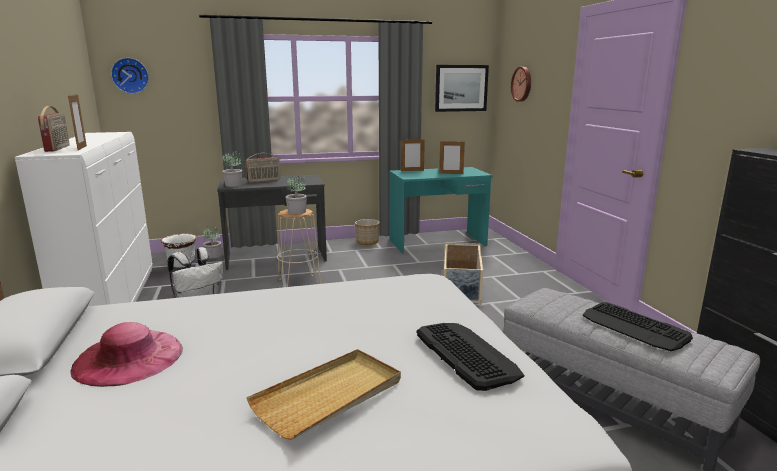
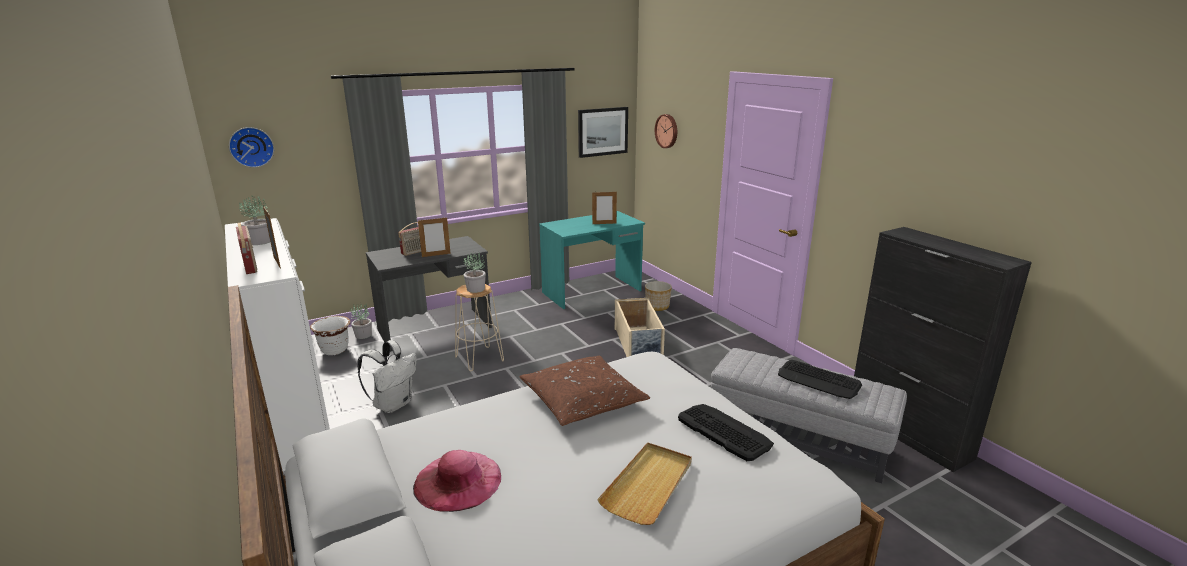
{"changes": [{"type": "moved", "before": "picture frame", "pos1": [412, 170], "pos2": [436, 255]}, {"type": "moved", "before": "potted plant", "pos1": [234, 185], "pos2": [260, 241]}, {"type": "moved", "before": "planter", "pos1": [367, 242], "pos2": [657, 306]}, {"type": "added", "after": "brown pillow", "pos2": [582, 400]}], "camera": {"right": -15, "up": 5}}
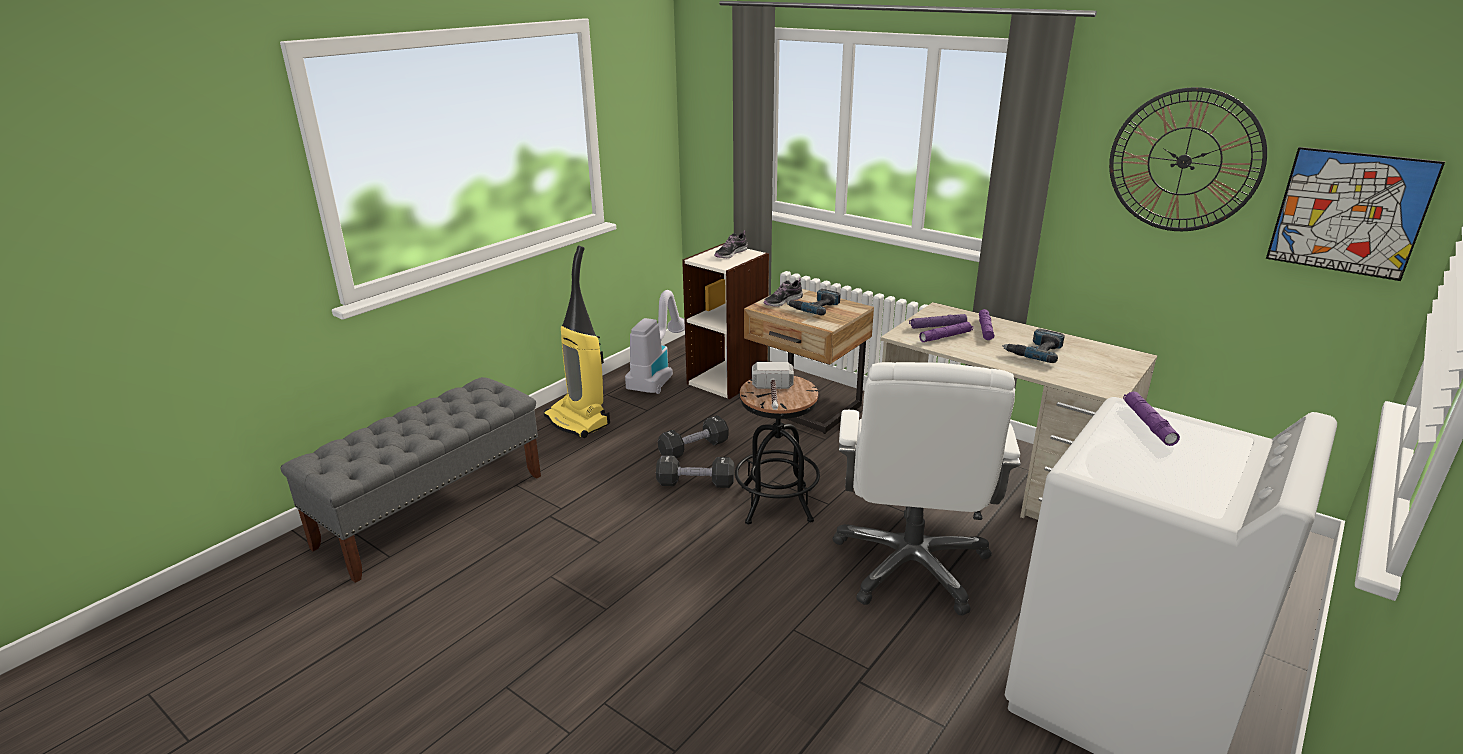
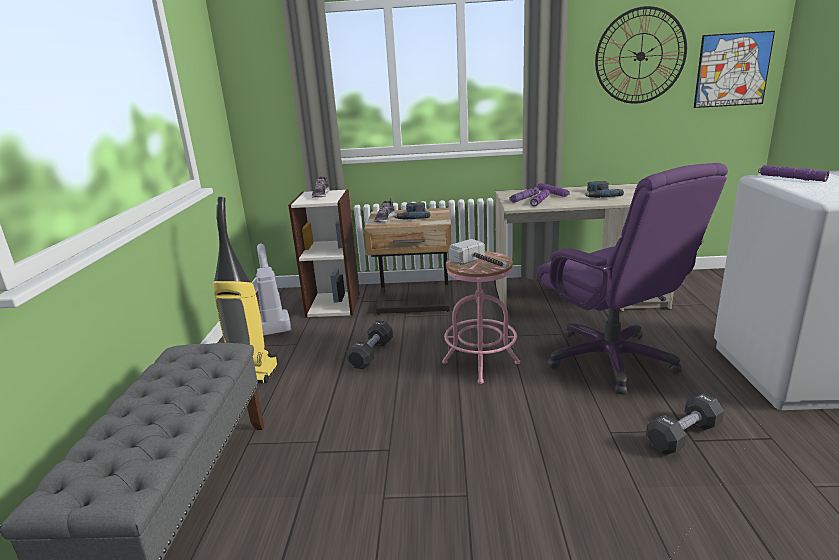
{"changes": [{"type": "recoloured", "before": "white office chair", "after": "purple office chair", "pos1": [911, 565], "pos2": [611, 360]}, {"type": "recoloured", "before": "black stool", "after": "pink stool", "pos1": [776, 504], "pos2": [481, 363]}, {"type": "moved", "before": "black dumbbell", "pos1": [695, 483], "pos2": [683, 436]}], "camera": {"right": -35, "up": -5}}
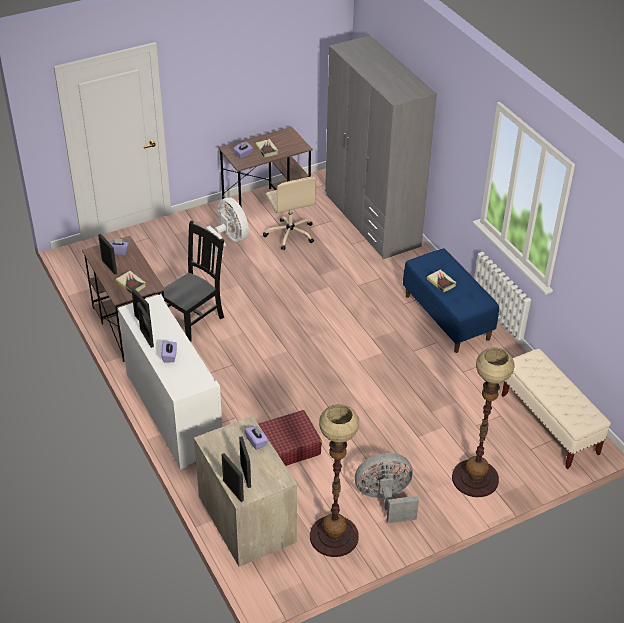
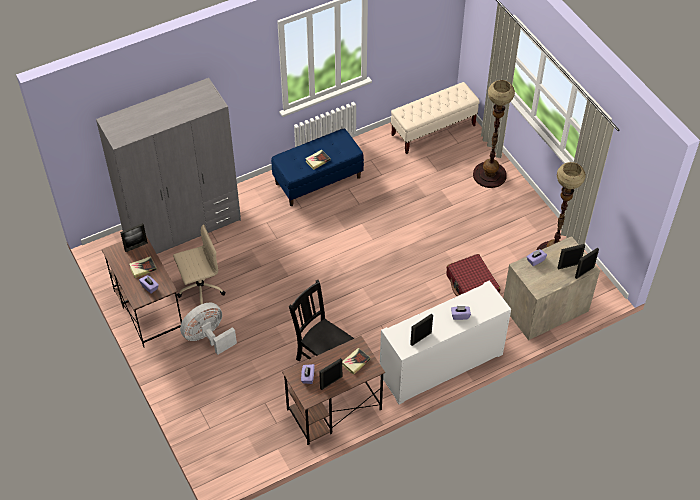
{"changes": [{"type": "moved", "before": "picture frame", "pos1": [147, 338], "pos2": [136, 247]}, {"type": "removed", "before": "grey fan", "pos1": [386, 500]}], "camera": {"right": -90, "up": 10}}
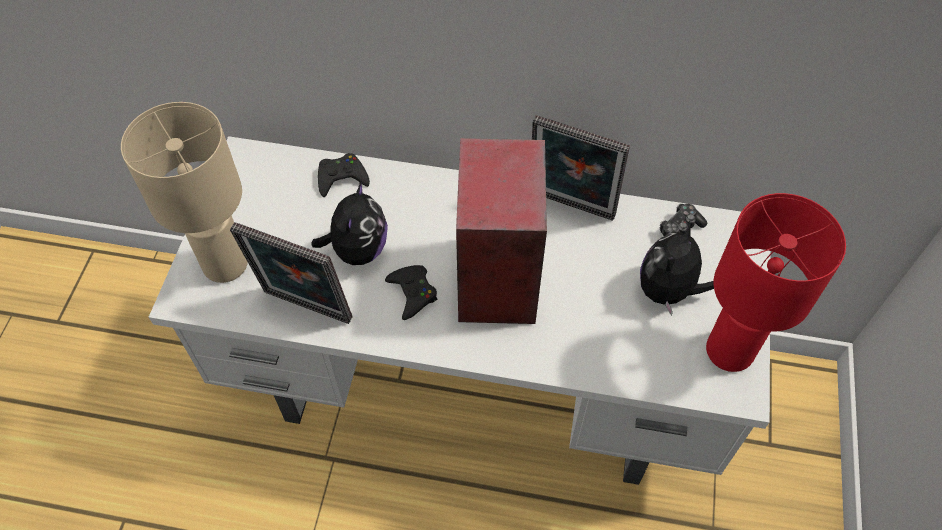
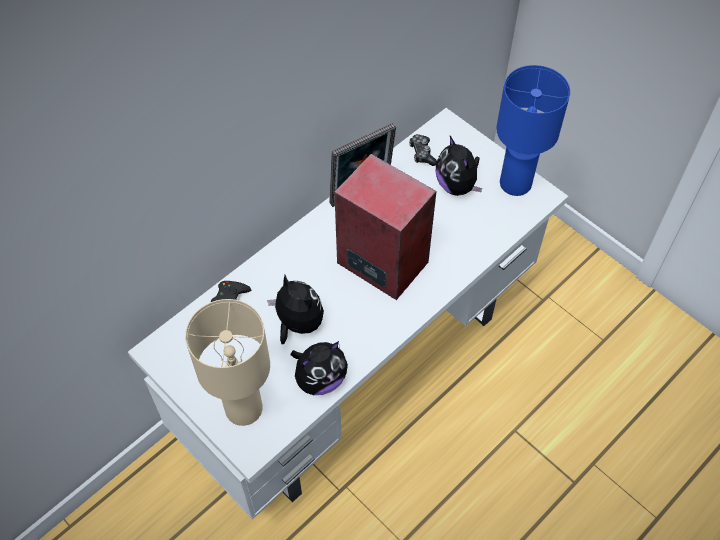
{"changes": [{"type": "recoloured", "before": "red table lamp", "after": "blue table lamp", "pos1": [729, 352], "pos2": [516, 184]}, {"type": "replaced", "before": "picture frame", "after": "plush toy", "pos1": [305, 309], "pos2": [320, 379]}, {"type": "removed", "before": "black game controller", "pos1": [412, 293]}], "camera": {"right": -55, "up": 0}}
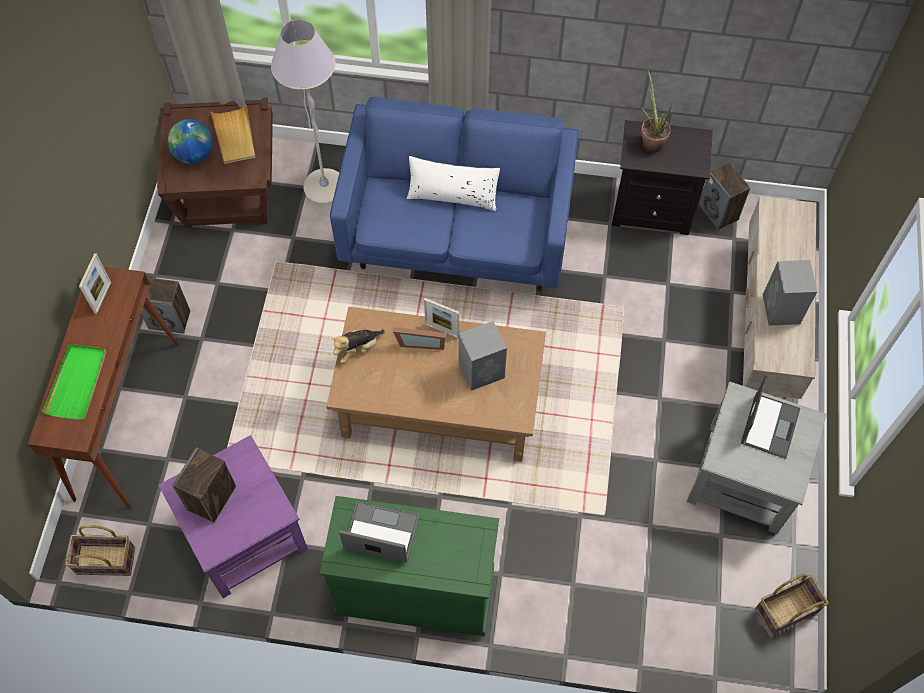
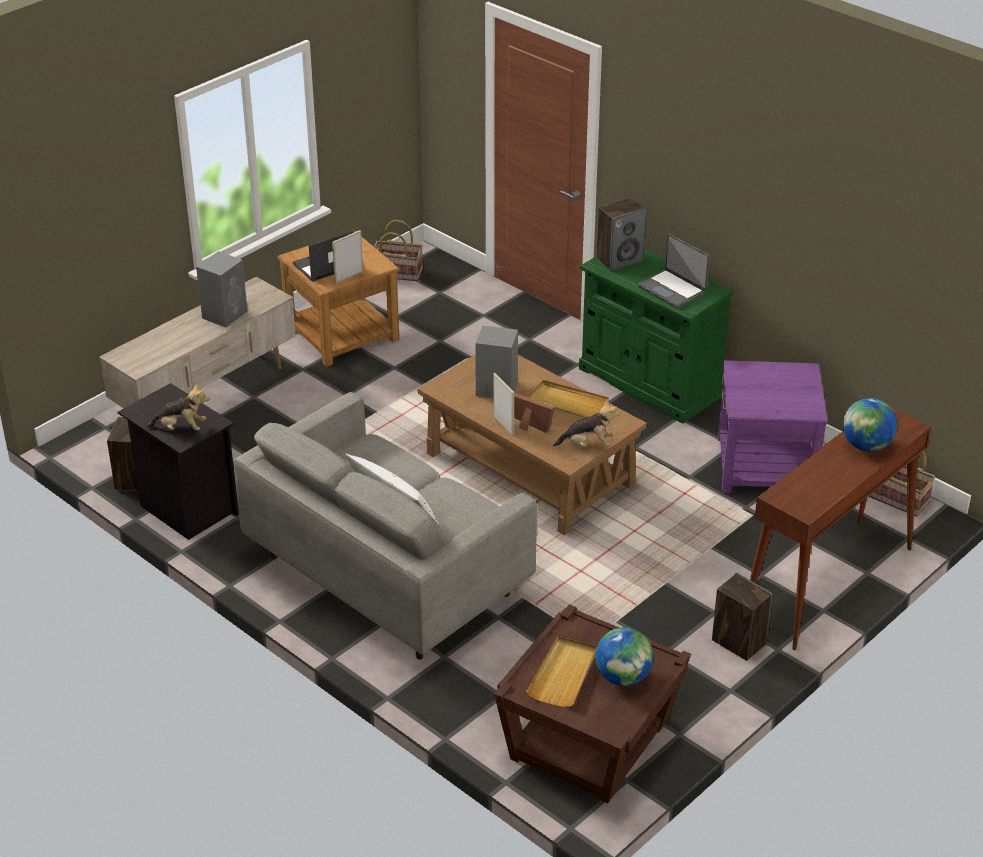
{"changes": [{"type": "removed", "before": "grey floor lamp", "pos1": [325, 187]}, {"type": "replaced", "before": "potted plant", "after": "plush toy", "pos1": [650, 141], "pos2": [181, 428]}, {"type": "recoloured", "before": "blue sofa", "after": "grey sofa", "pos1": [457, 235], "pos2": [388, 576]}, {"type": "moved", "before": "picture frame", "pos1": [103, 297], "pos2": [349, 277]}, {"type": "replaced", "before": "green tray", "after": "globe", "pos1": [77, 382], "pos2": [866, 446]}, {"type": "recoloured", "before": "grey side table", "after": "brown side table", "pos1": [744, 477], "pos2": [341, 333]}, {"type": "moved", "before": "speaker", "pos1": [212, 498], "pos2": [619, 260]}, {"type": "added", "after": "beige tray", "pos2": [567, 403]}], "camera": {"right": -145, "up": -25}}
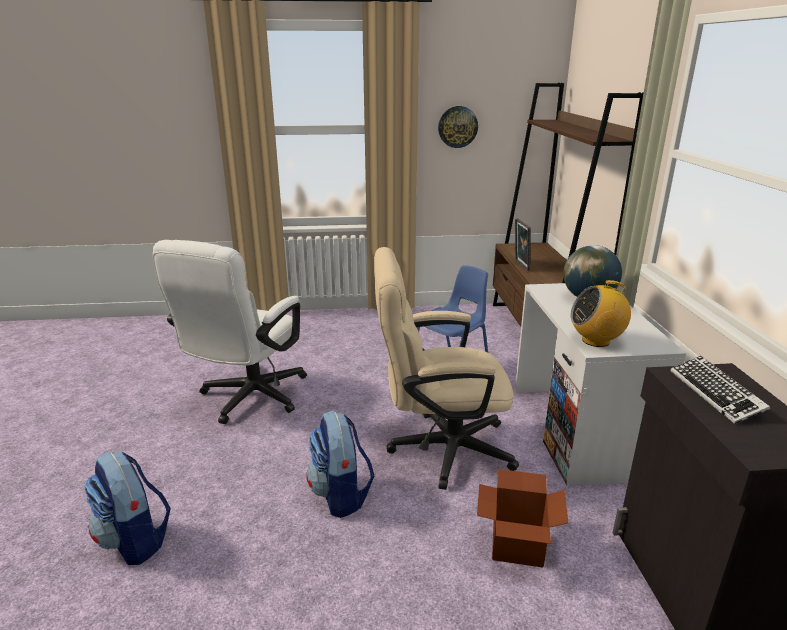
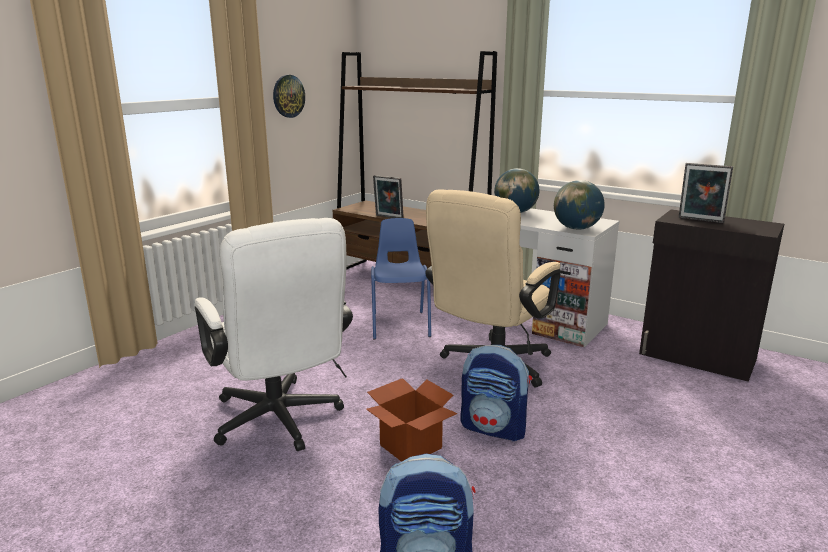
{"changes": [{"type": "replaced", "before": "radio", "after": "globe", "pos1": [596, 340], "pos2": [576, 228]}, {"type": "replaced", "before": "keyboard", "after": "picture frame", "pos1": [715, 394], "pos2": [700, 220]}, {"type": "moved", "before": "cardboard box", "pos1": [517, 545], "pos2": [410, 446]}], "camera": {"right": -50, "up": -5}}
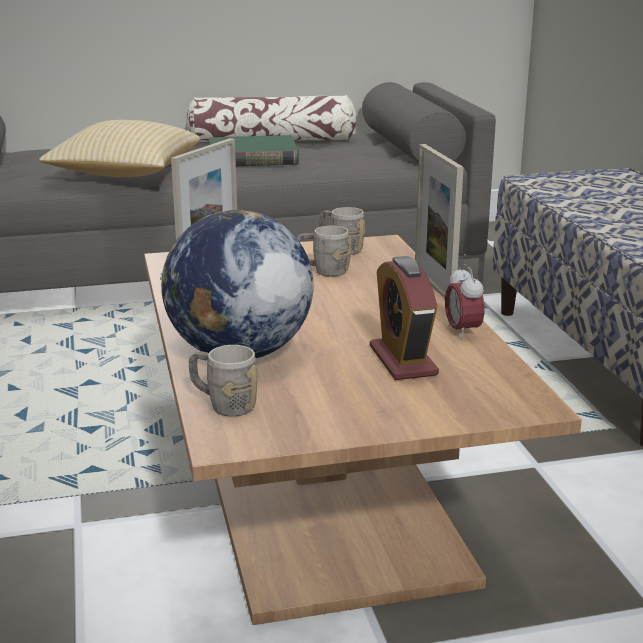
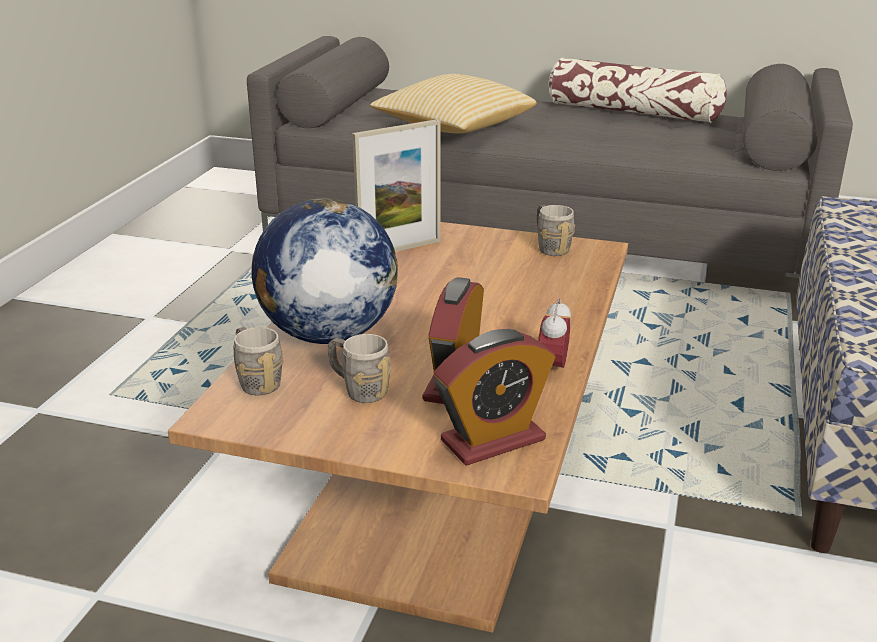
{"changes": [{"type": "removed", "before": "green book", "pos1": [253, 157]}, {"type": "removed", "before": "picture frame", "pos1": [434, 285]}, {"type": "moved", "before": "grey mug", "pos1": [323, 271], "pos2": [359, 390]}, {"type": "added", "after": "alarm clock", "pos2": [493, 440]}], "camera": {"right": 30, "up": 5}}
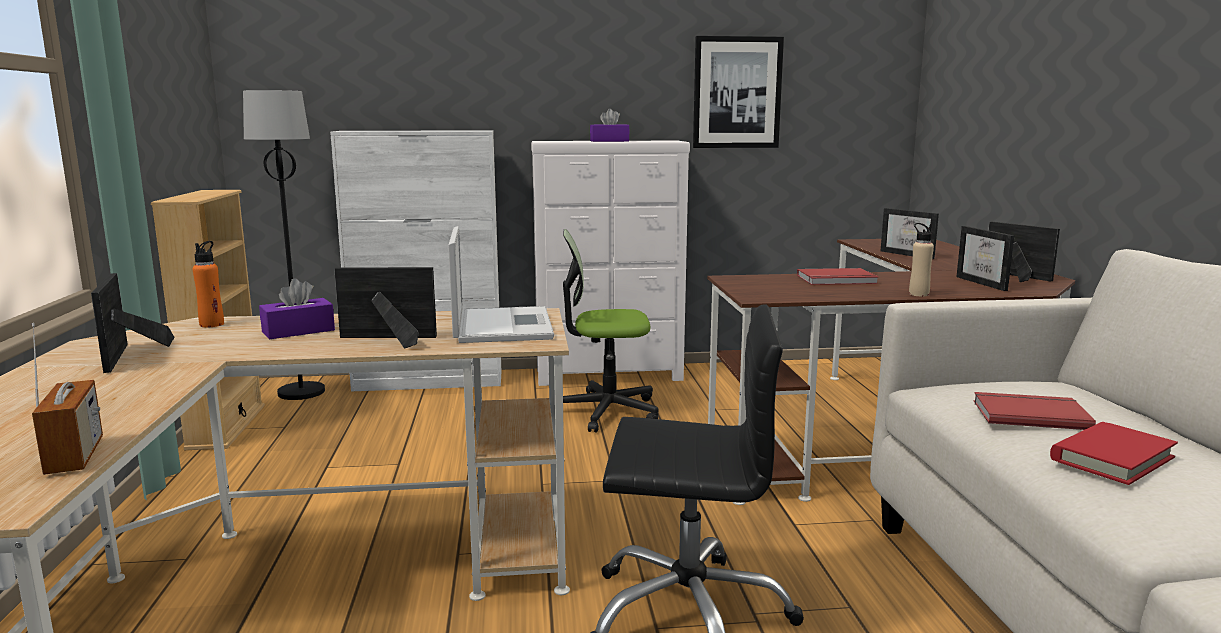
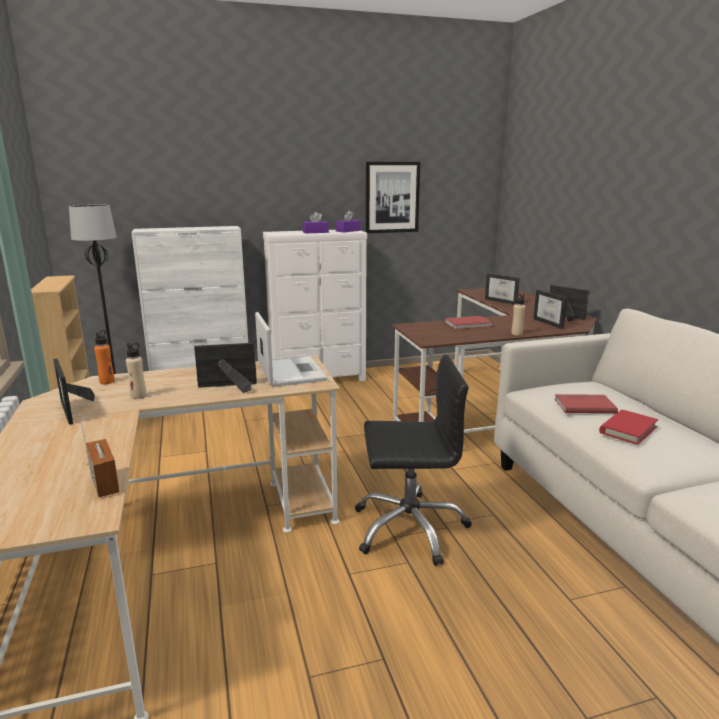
{"changes": [{"type": "removed", "before": "office chair", "pos1": [606, 411]}, {"type": "moved", "before": "purple tissue box", "pos1": [298, 331], "pos2": [348, 231]}, {"type": "added", "after": "beige bottle", "pos2": [138, 396]}], "camera": {"right": -10, "up": 5}}
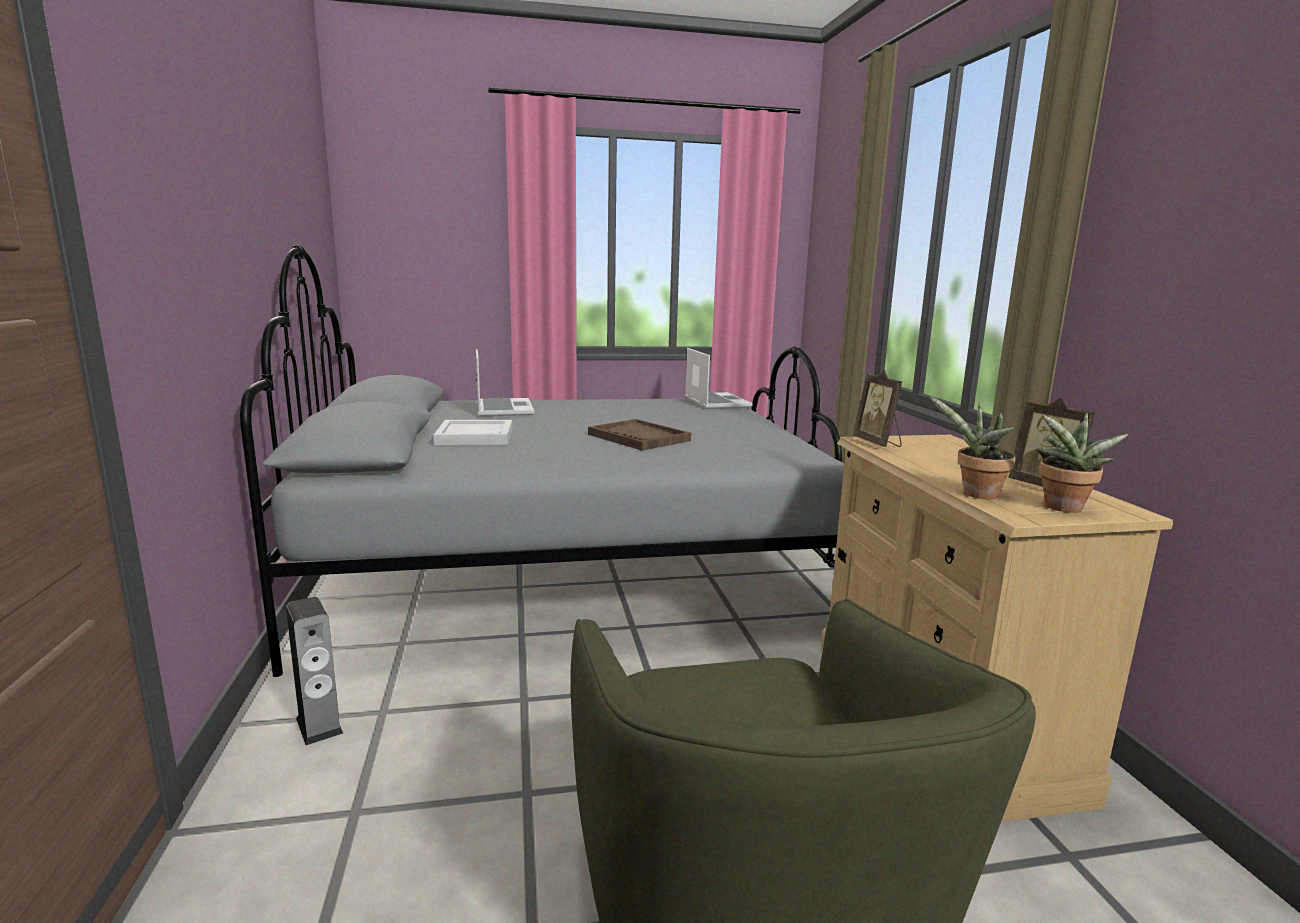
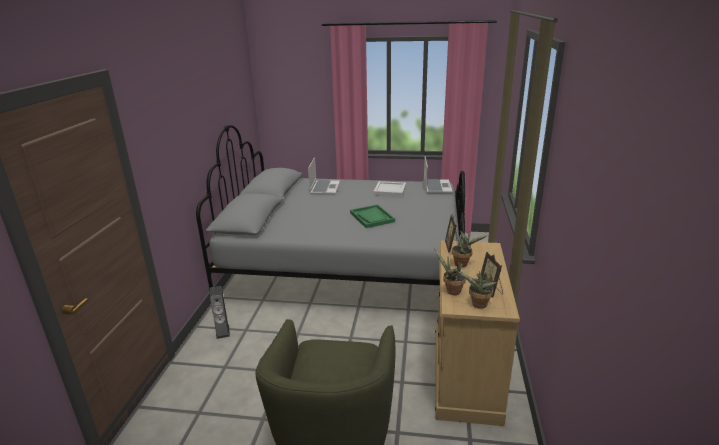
{"changes": [{"type": "recoloured", "before": "brown tray", "after": "green tray", "pos1": [639, 437], "pos2": [372, 217]}, {"type": "moved", "before": "white tray", "pos1": [476, 436], "pos2": [390, 190]}, {"type": "added", "after": "potted plant", "pos2": [463, 264]}], "camera": {"right": 20, "up": 10}}
